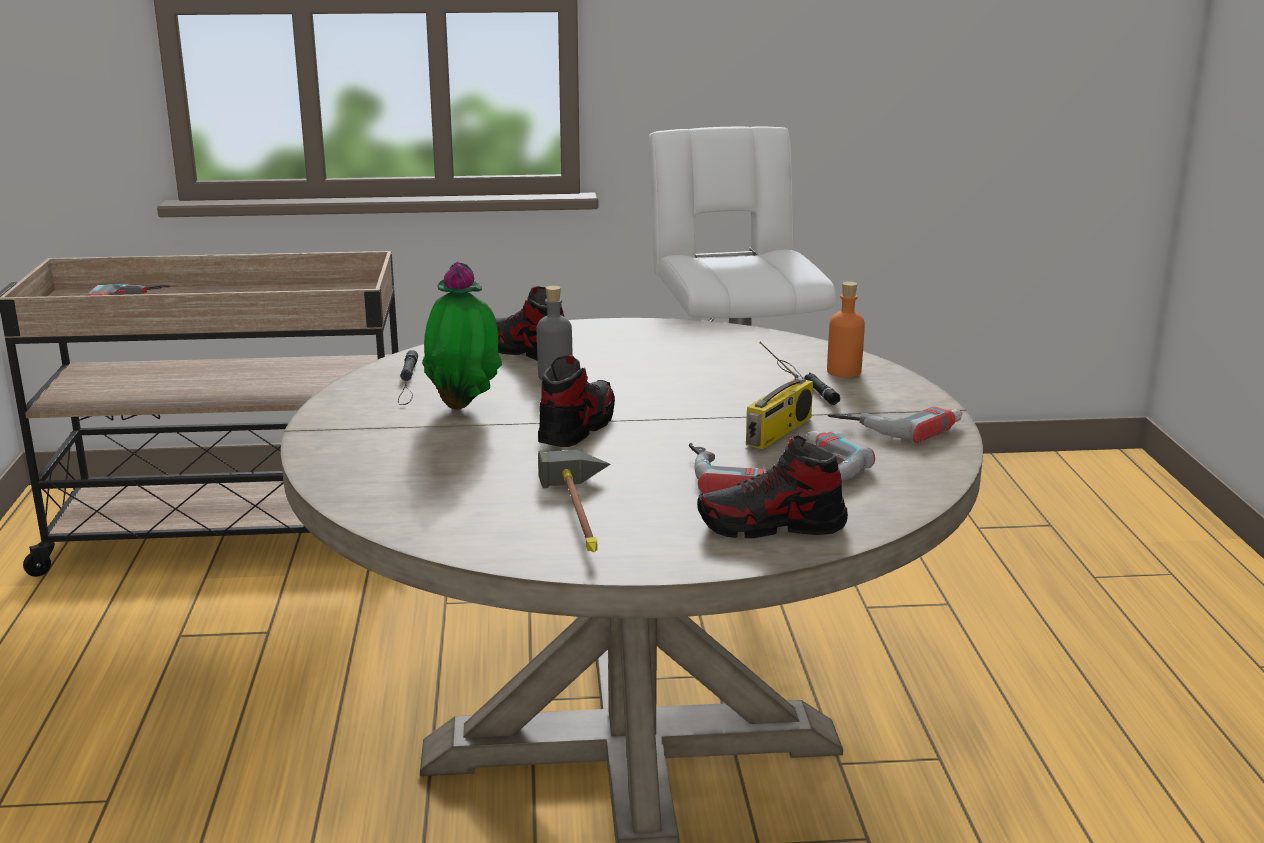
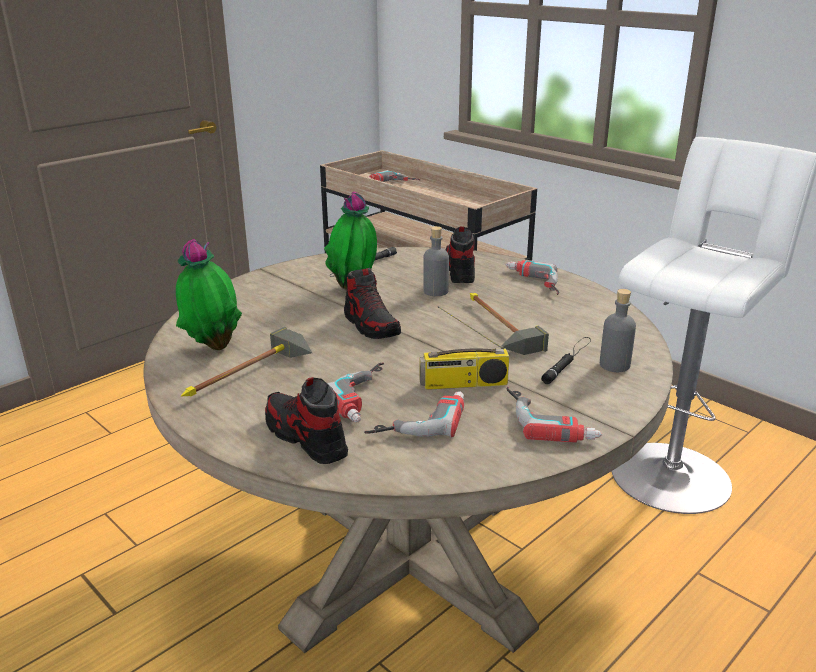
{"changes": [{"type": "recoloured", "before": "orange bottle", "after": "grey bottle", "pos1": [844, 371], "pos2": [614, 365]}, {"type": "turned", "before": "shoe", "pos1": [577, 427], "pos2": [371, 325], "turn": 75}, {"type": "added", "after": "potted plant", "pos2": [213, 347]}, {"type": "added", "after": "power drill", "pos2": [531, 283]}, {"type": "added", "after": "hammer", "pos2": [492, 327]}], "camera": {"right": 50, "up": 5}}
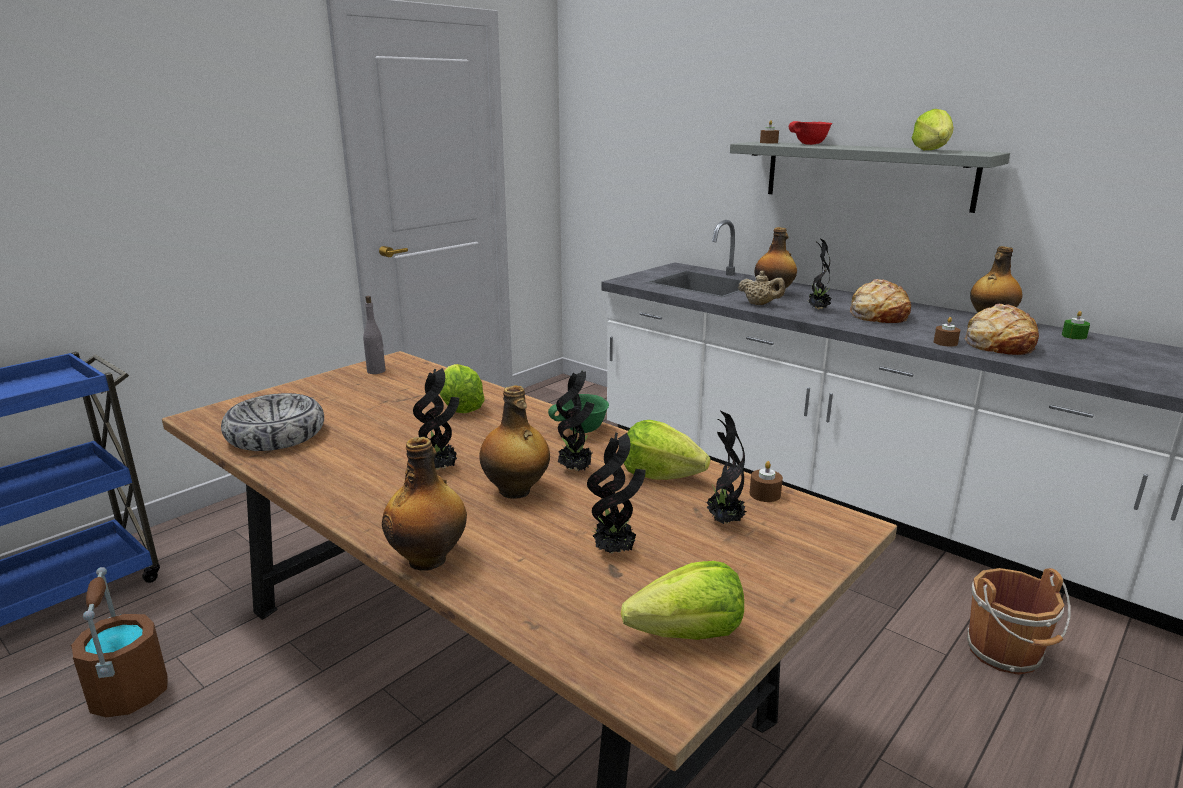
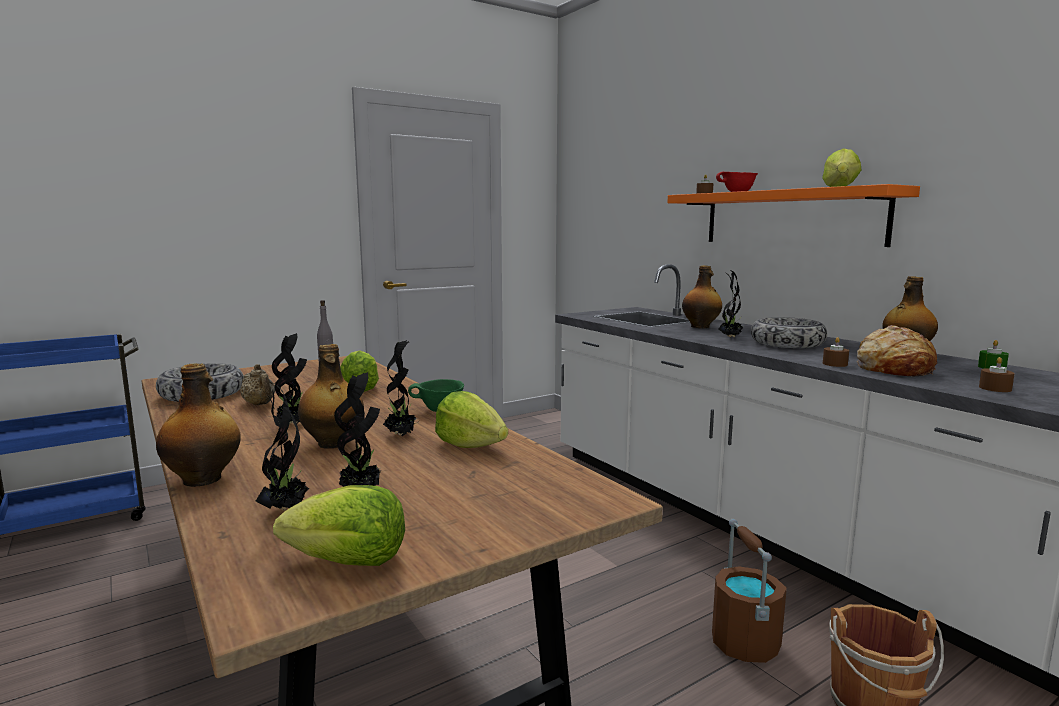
{"changes": [{"type": "recoloured", "before": "grey shelf", "after": "orange shelf", "pos1": [866, 174], "pos2": [790, 218]}, {"type": "moved", "before": "beige teapot", "pos1": [760, 304], "pos2": [260, 404]}, {"type": "replaced", "before": "bread", "after": "bowl", "pos1": [878, 315], "pos2": [787, 344]}, {"type": "moved", "before": "potted plant", "pos1": [723, 522], "pos2": [286, 509]}, {"type": "moved", "before": "brown candle", "pos1": [765, 494], "pos2": [995, 388]}, {"type": "moved", "before": "brown bucket", "pos1": [129, 693], "pos2": [744, 643]}], "camera": {"right": 15, "up": -10}}
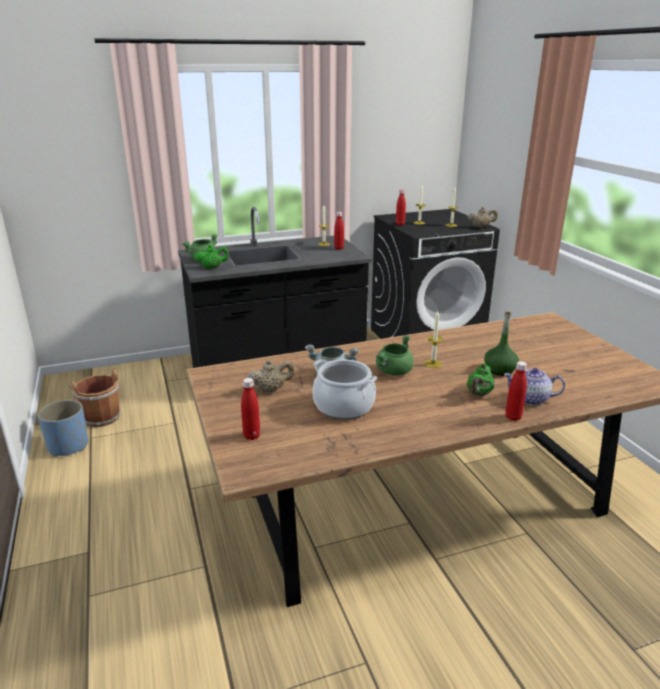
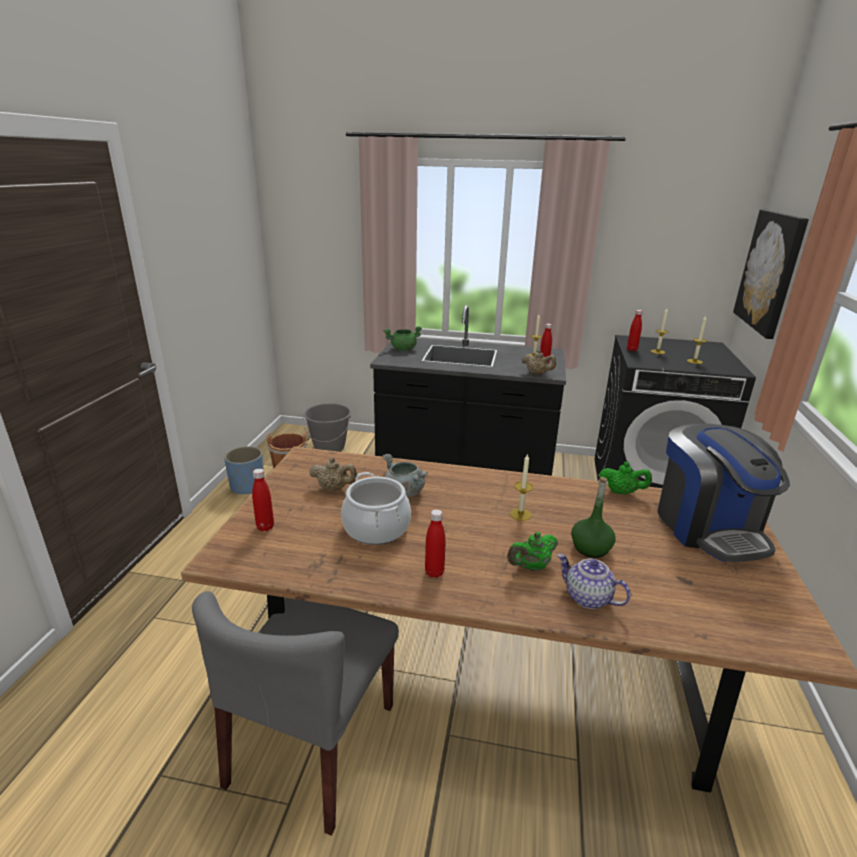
{"changes": [{"type": "moved", "before": "beige teapot", "pos1": [481, 227], "pos2": [537, 373]}, {"type": "moved", "before": "green teapot", "pos1": [212, 267], "pos2": [622, 492]}, {"type": "removed", "before": "green cooking pot", "pos1": [394, 372]}, {"type": "moved", "before": "red bottle", "pos1": [513, 417], "pos2": [434, 572]}, {"type": "added", "after": "picture", "pos2": [770, 271]}, {"type": "added", "after": "grey bucket", "pos2": [329, 447]}, {"type": "added", "after": "coffee machine", "pos2": [708, 527]}, {"type": "added", "after": "grey chair", "pos2": [312, 745]}], "camera": {"right": 30, "up": 0}}
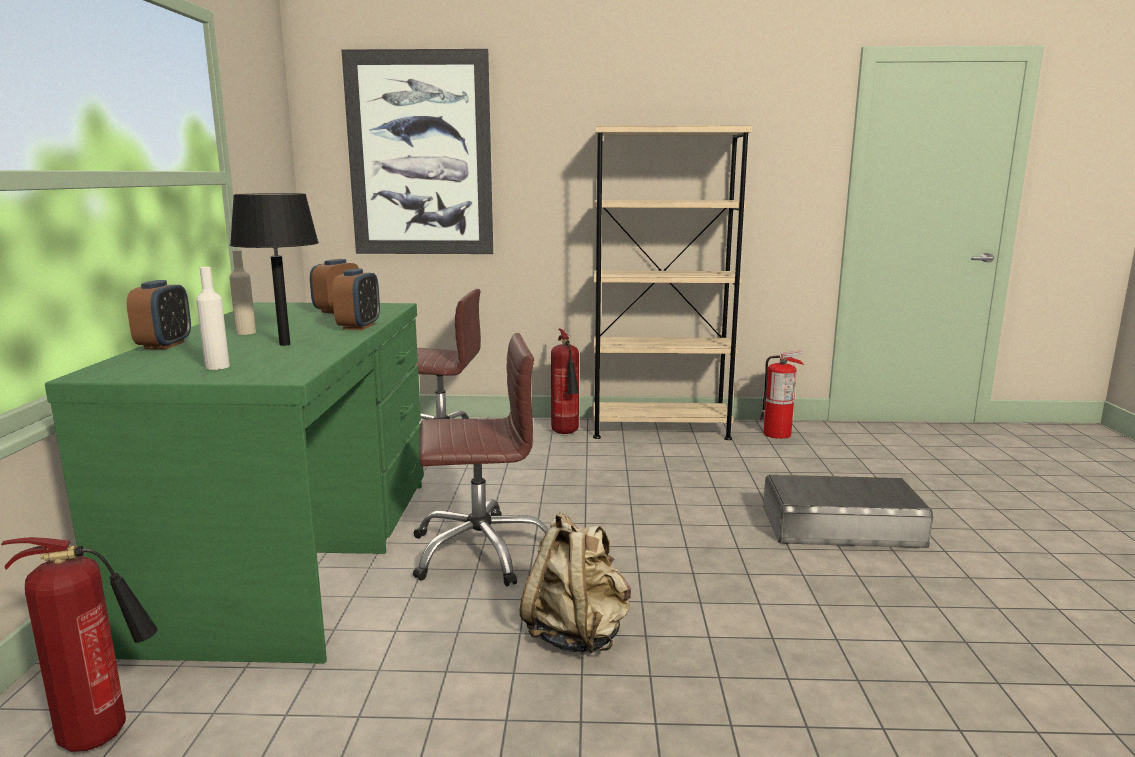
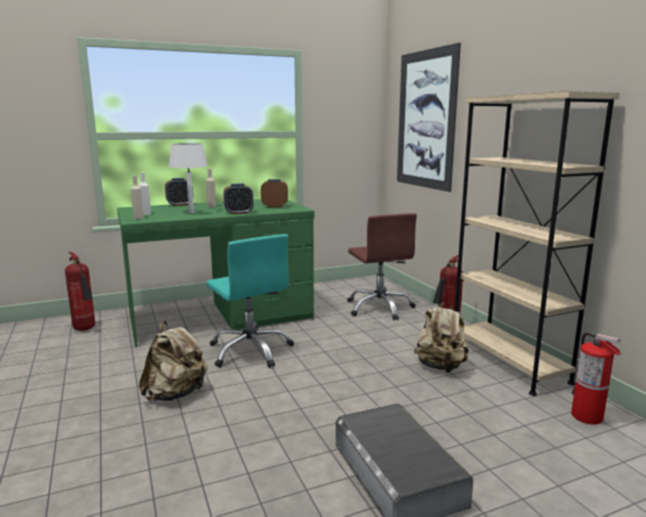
{"changes": [{"type": "recoloured", "before": "black table lamp", "after": "white table lamp", "pos1": [284, 344], "pos2": [191, 212]}, {"type": "recoloured", "before": "brown office chair", "after": "turquoise office chair", "pos1": [480, 550], "pos2": [250, 350]}, {"type": "added", "after": "beige bottle", "pos2": [138, 218]}, {"type": "added", "after": "beige backpack", "pos2": [440, 367]}], "camera": {"right": 65, "up": 0}}
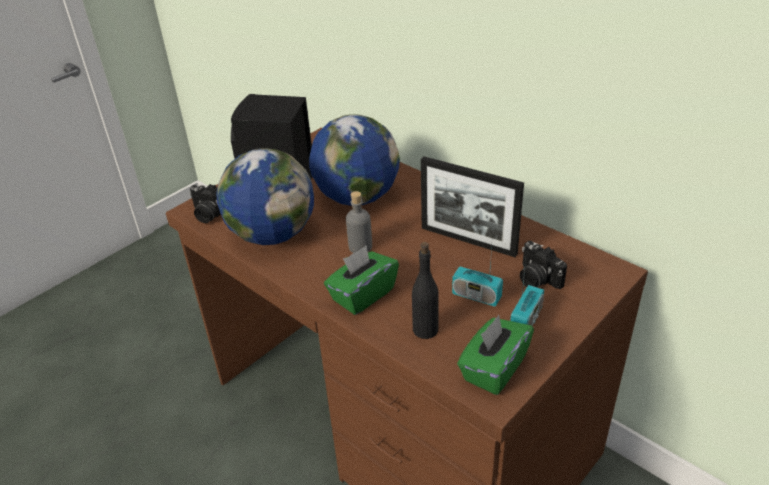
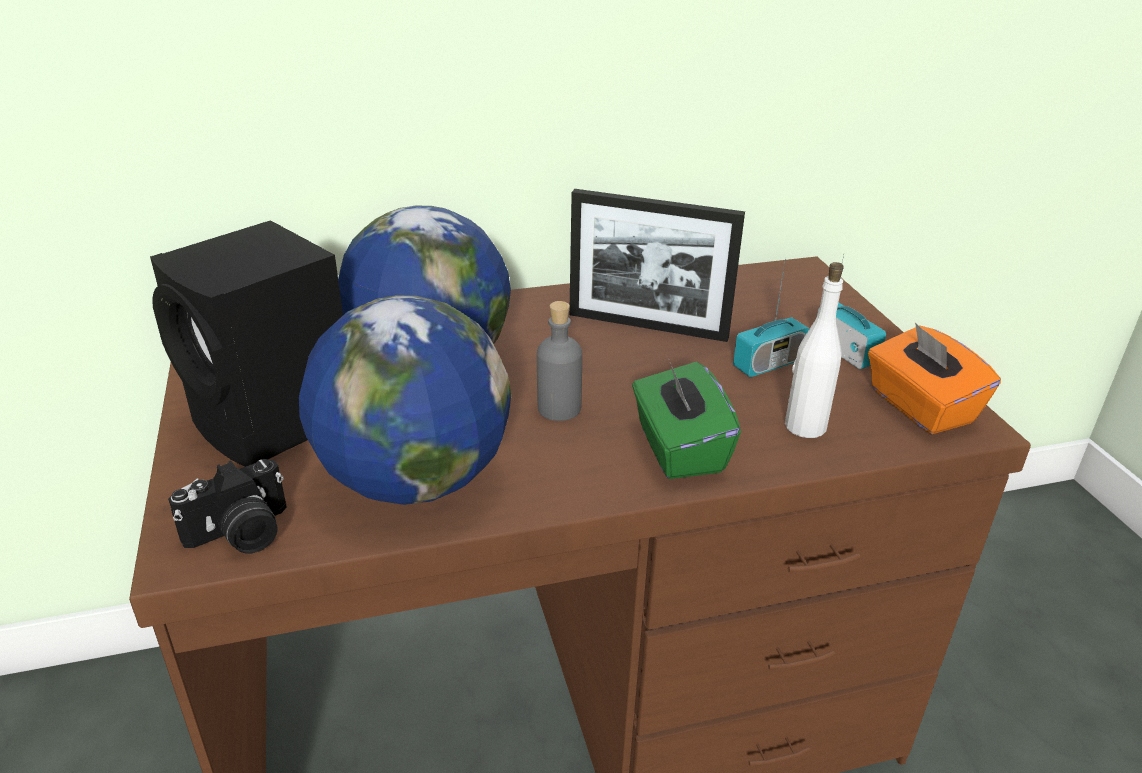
{"changes": [{"type": "turned", "before": "picture frame", "pos1": [468, 240], "pos2": [647, 326], "turn": 45}, {"type": "removed", "before": "photo camera", "pos1": [536, 279]}, {"type": "recoloured", "before": "black bottle", "after": "white bottle", "pos1": [425, 329], "pos2": [804, 426]}, {"type": "recoloured", "before": "green tissue box", "after": "orange tissue box", "pos1": [493, 369], "pos2": [919, 407]}], "camera": {"right": -60, "up": -5}}
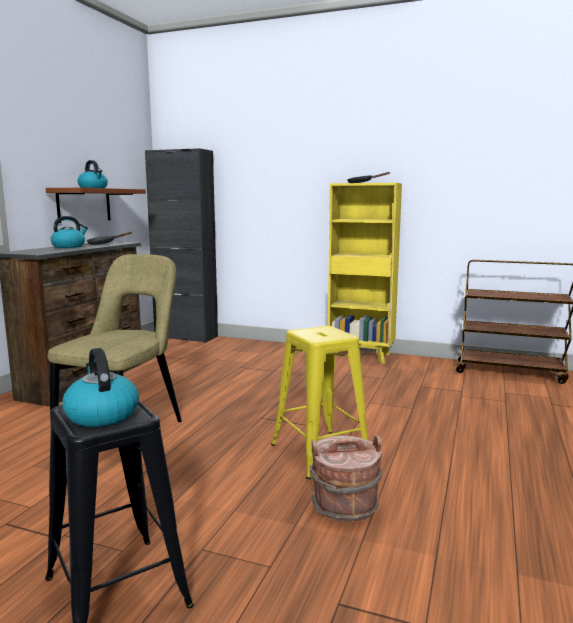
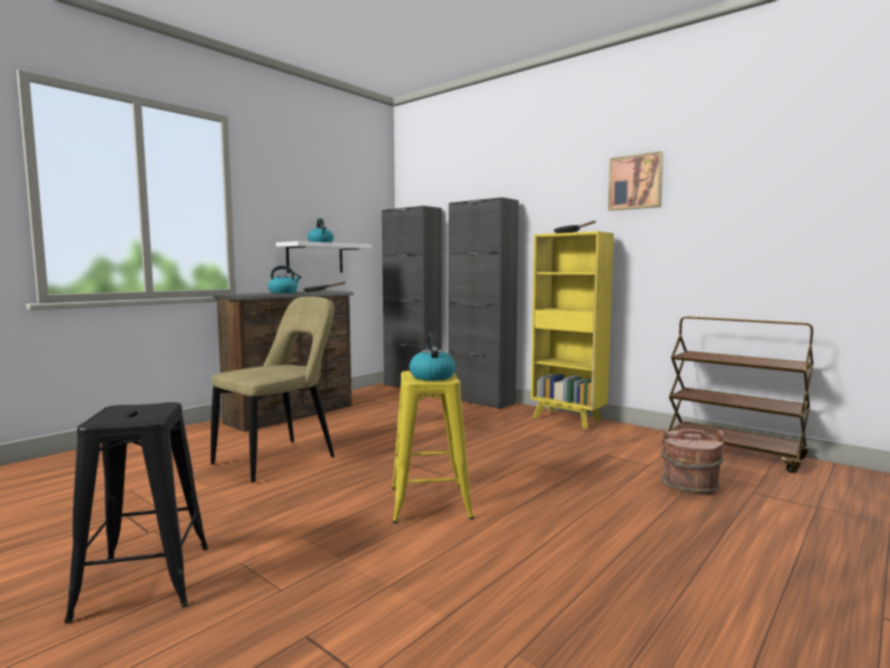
{"changes": [{"type": "recoloured", "before": "brown shelf", "after": "white shelf", "pos1": [84, 205], "pos2": [315, 258]}, {"type": "moved", "before": "kettle", "pos1": [101, 415], "pos2": [432, 376]}, {"type": "moved", "before": "brown bucket", "pos1": [345, 507], "pos2": [689, 486]}, {"type": "added", "after": "picture", "pos2": [636, 182]}, {"type": "added", "after": "black cabinet", "pos2": [481, 401]}], "camera": {"right": 20, "up": -5}}
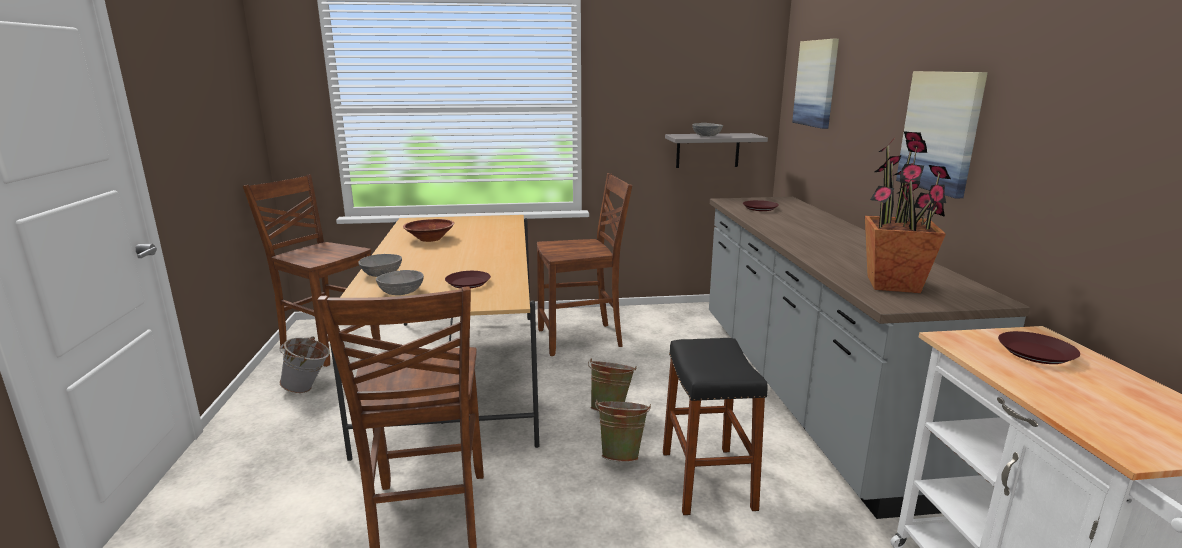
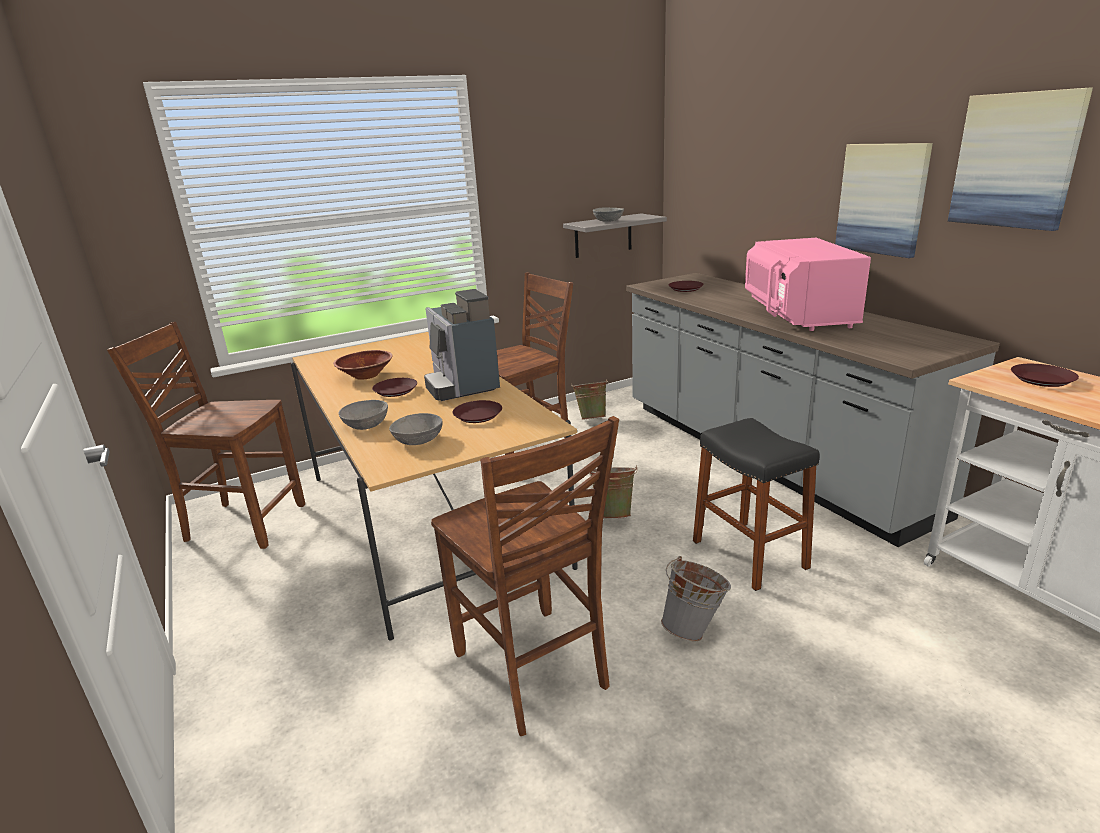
{"changes": [{"type": "moved", "before": "picture", "pos1": [816, 83], "pos2": [1015, 160]}, {"type": "removed", "before": "potted plant", "pos1": [893, 284]}, {"type": "moved", "before": "grey bucket", "pos1": [308, 389], "pos2": [694, 629]}, {"type": "moved", "before": "green bucket", "pos1": [622, 455], "pos2": [591, 418]}, {"type": "added", "after": "pink microwave", "pos2": [797, 316]}, {"type": "added", "after": "coffee machine", "pos2": [462, 385]}, {"type": "added", "after": "brown plate", "pos2": [395, 390]}], "camera": {"right": -20, "up": 5}}
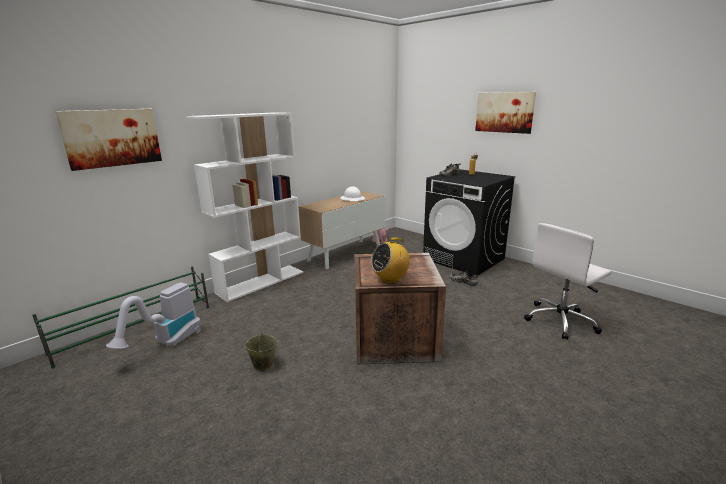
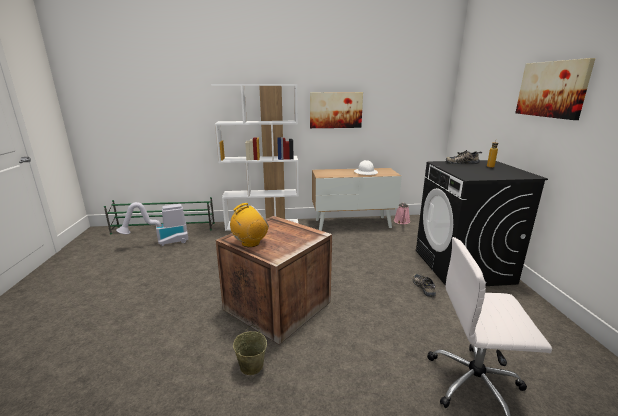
{"changes": [{"type": "moved", "before": "picture", "pos1": [112, 138], "pos2": [335, 110]}, {"type": "turned", "before": "radio", "pos1": [390, 279], "pos2": [250, 243], "turn": 135}, {"type": "moved", "before": "beige bucket", "pos1": [263, 363], "pos2": [251, 365]}], "camera": {"right": 40, "up": 0}}
